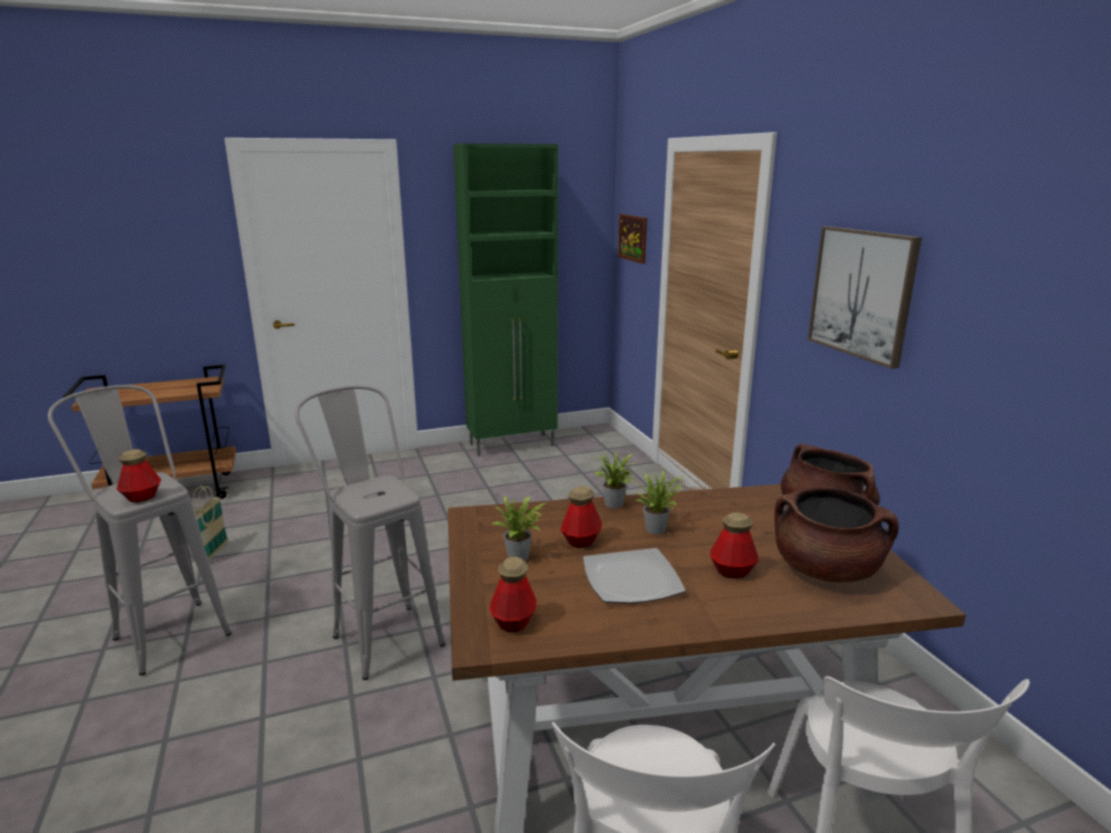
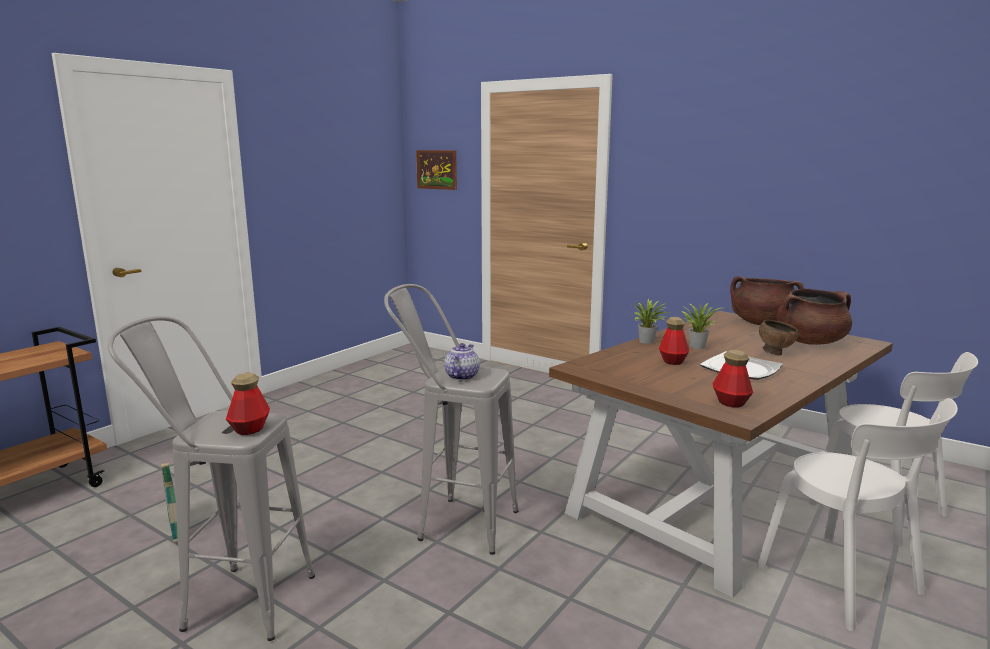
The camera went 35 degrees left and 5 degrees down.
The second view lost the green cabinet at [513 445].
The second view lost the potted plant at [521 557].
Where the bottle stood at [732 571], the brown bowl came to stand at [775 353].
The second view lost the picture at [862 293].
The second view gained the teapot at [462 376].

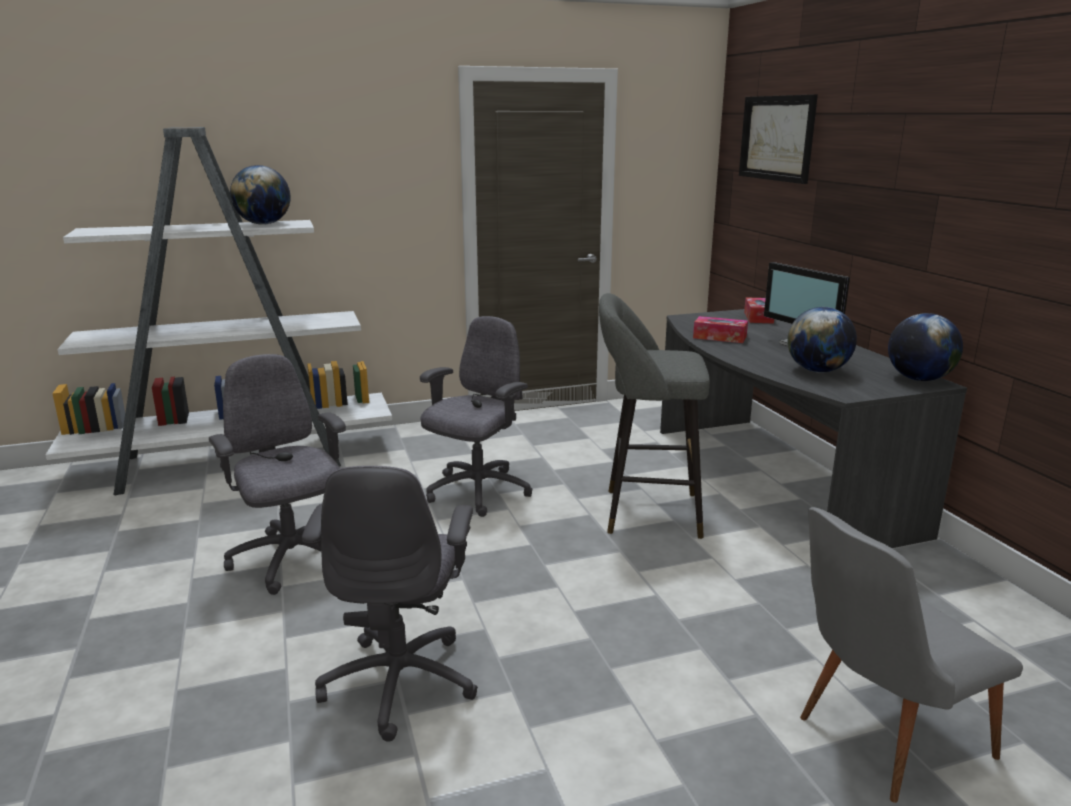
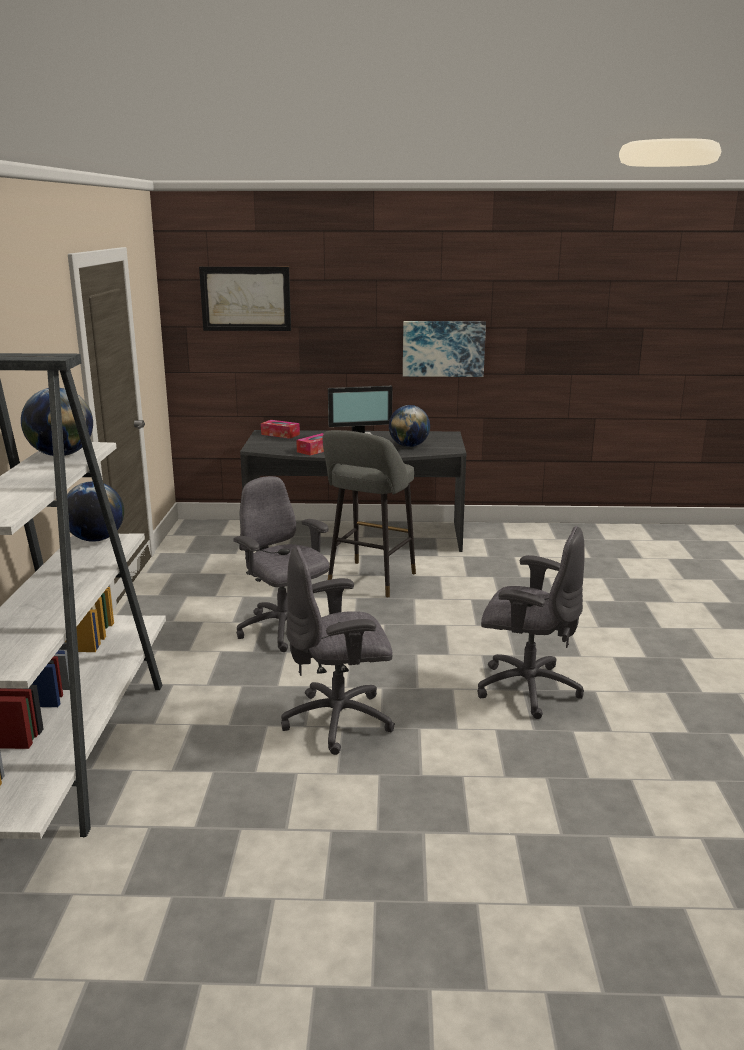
The camera went 70 degrees left and 0 degrees up.
The second view lost the grey chair at [878 739].
The globe ended up elsewhere, having gone from [919 379] to [96 539].
The second view gained the picture at [443 348].

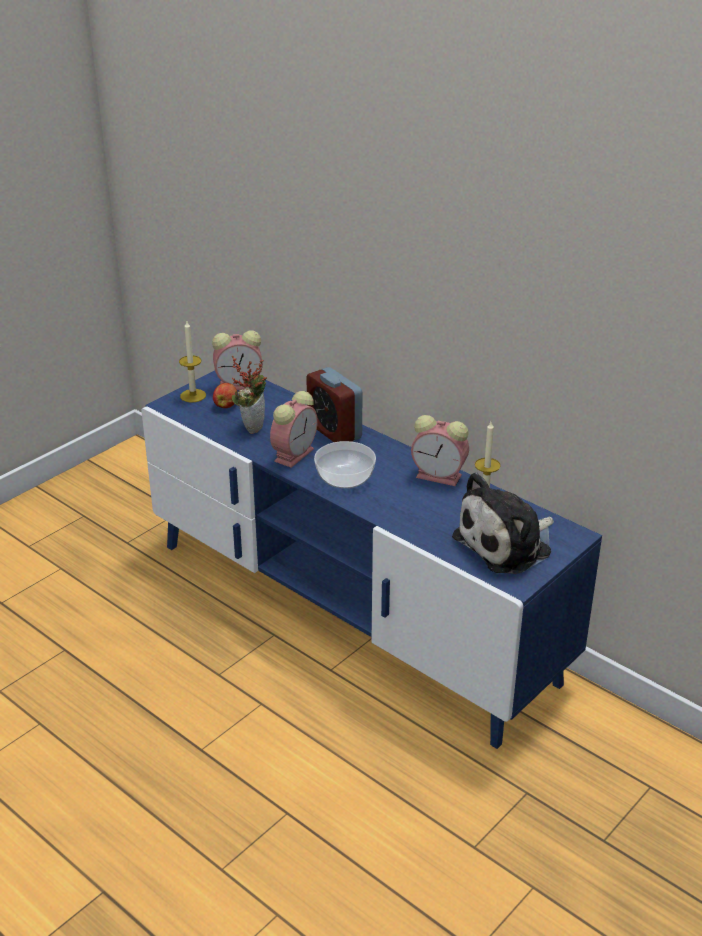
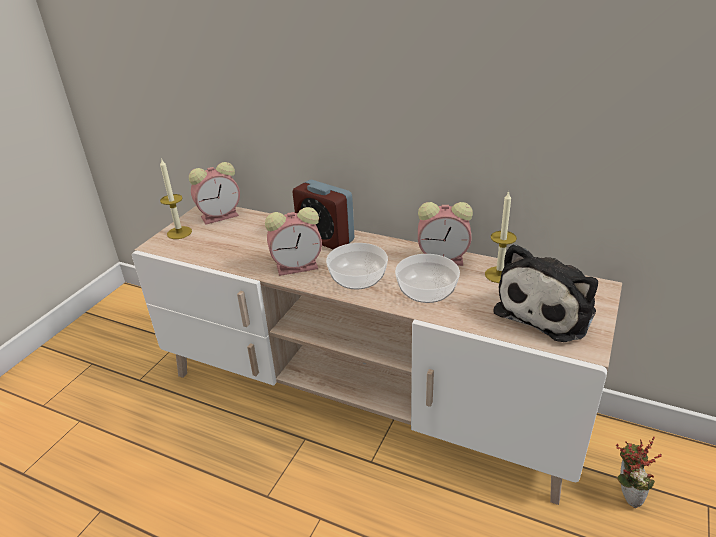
The camera went 15 degrees left and 0 degrees up.
What was the blue tv stand at [351 610] turned into the beige tv stand at [365 397].
The second view lost the apple at [226 405].
The potted plant ended up elsewhere, having gone from [252 426] to [625 494].
The alarm clock at [294 454] ended up facing another way, 60 degrees clockwise from before.
The second view gained the bowl at [426 292].

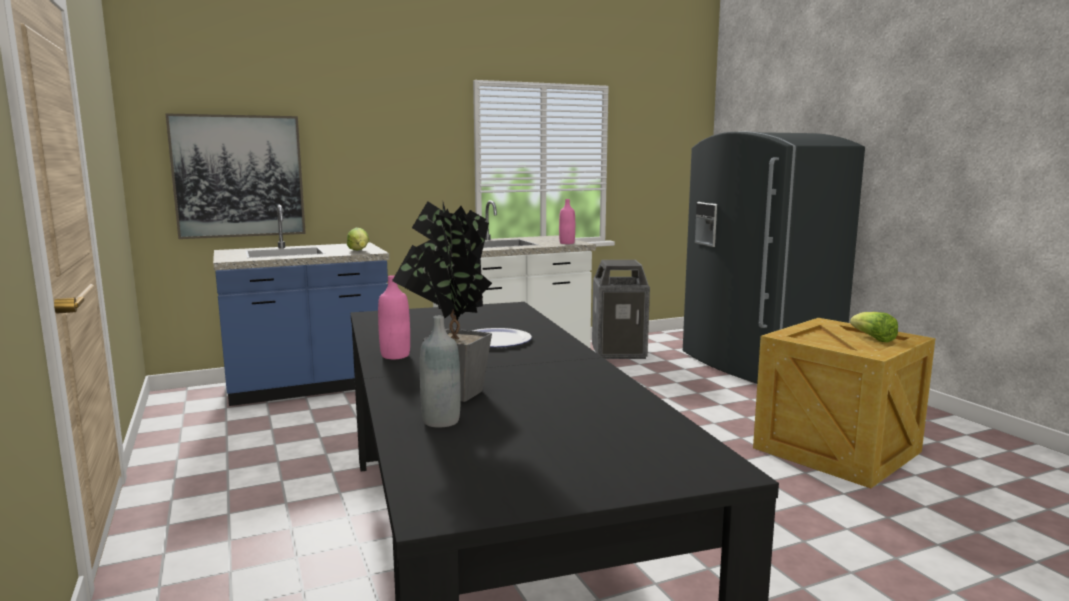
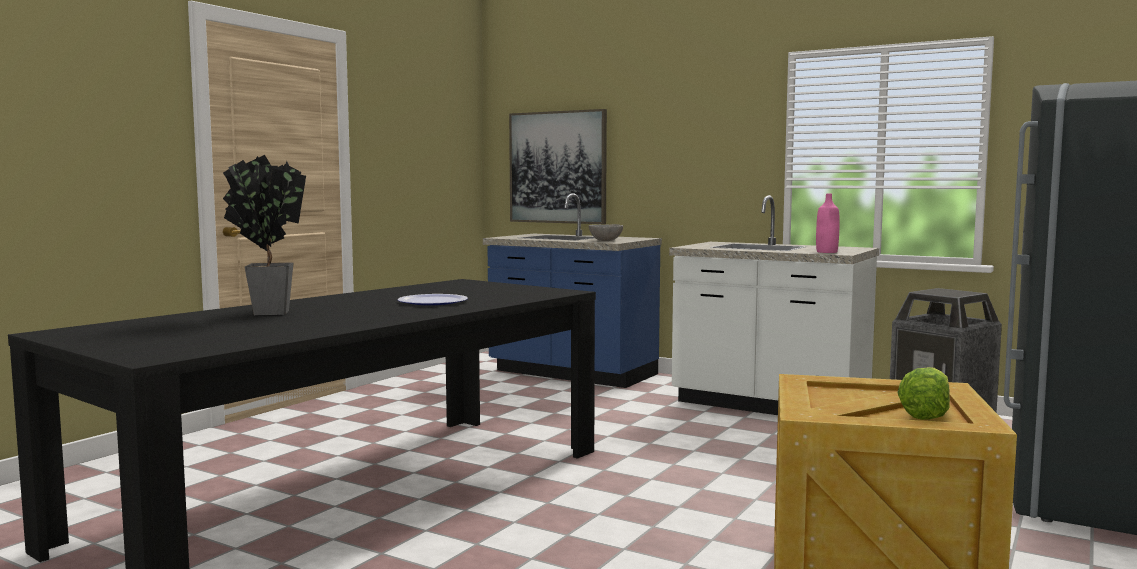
The camera went 55 degrees right and 5 degrees down.
Where the lettuce stood at [359 251], the grey bowl came to stand at [606 241].
The second view lost the pink bottle at [395 355].
The second view lost the grey bottle at [441 421].

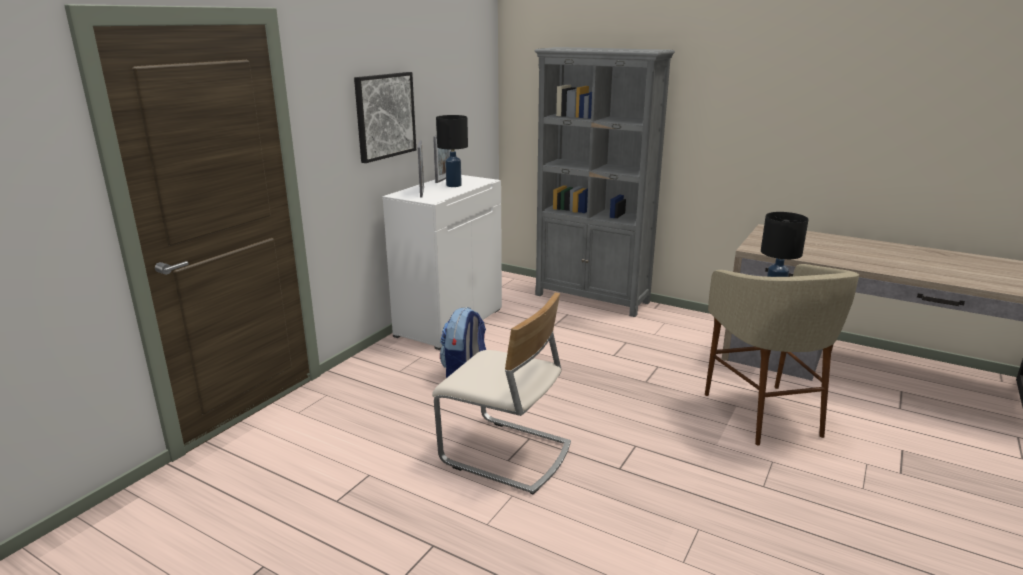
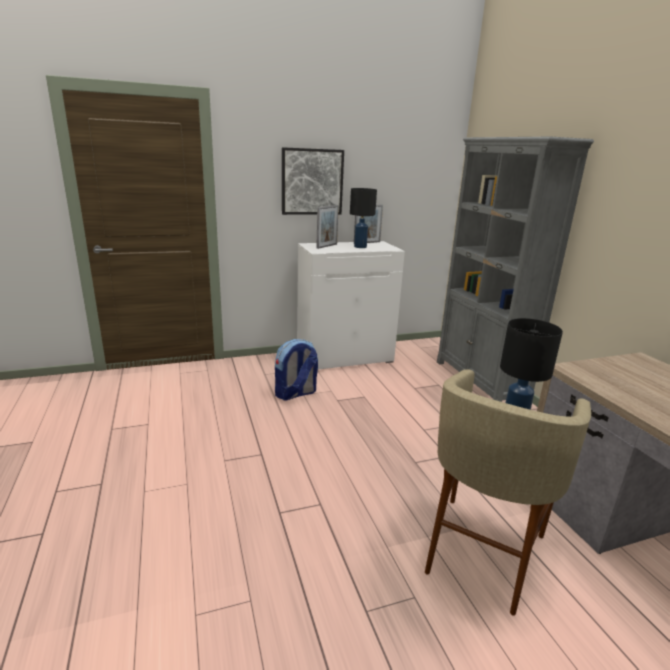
The camera went 40 degrees right and 0 degrees up.
The second view lost the beige chair at [505 454].

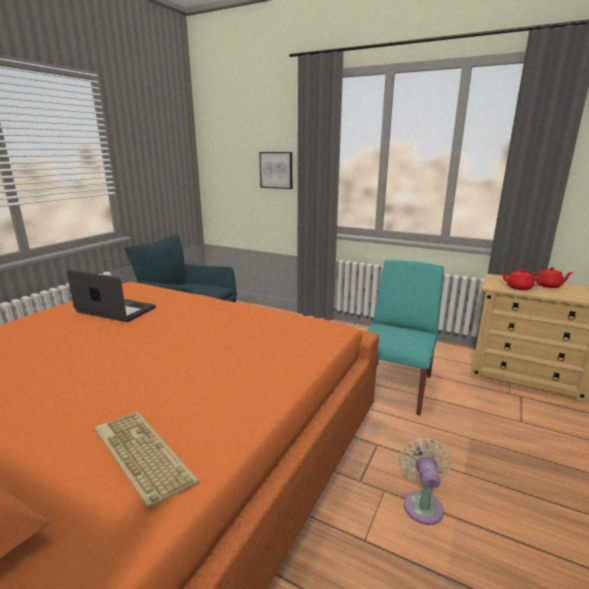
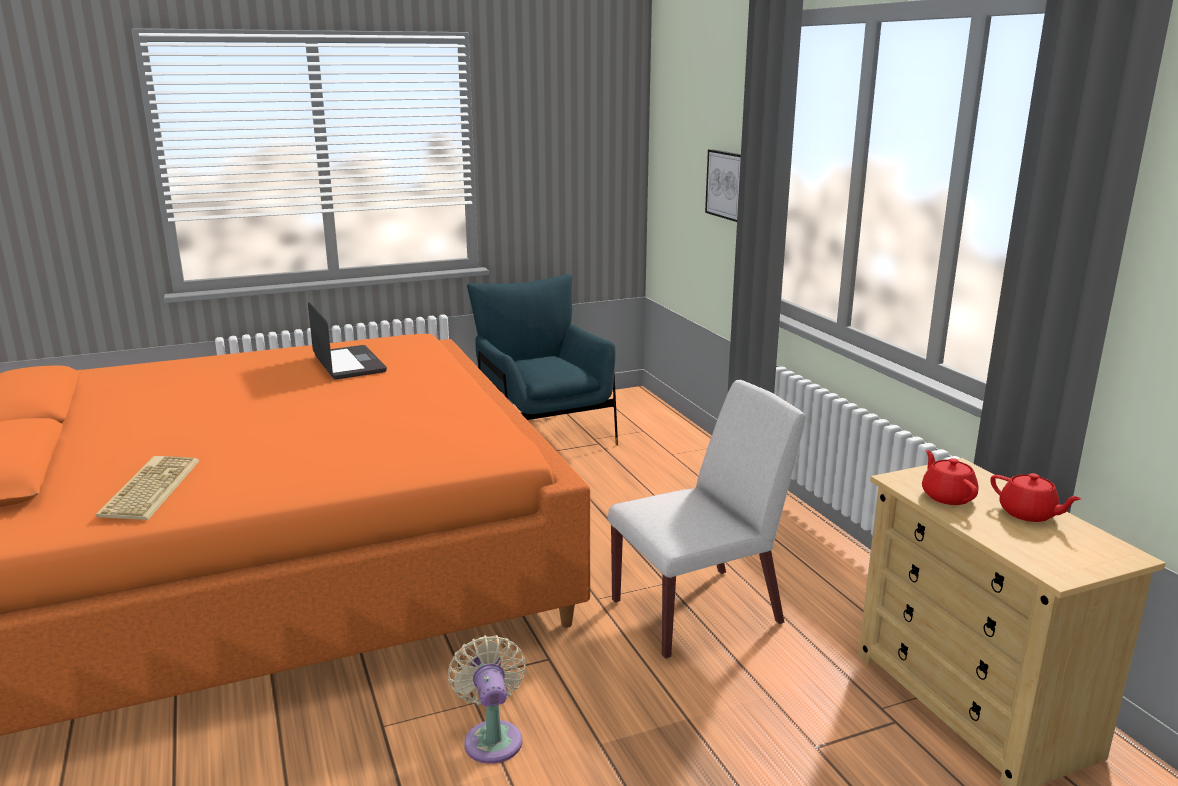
The camera went 40 degrees right and 0 degrees up.
What was the turquoise chair at [395 387] turned into the white chair at [698 611].
The beige fan at [422 504] ended up facing another way, 60 degrees counterclockwise from before.

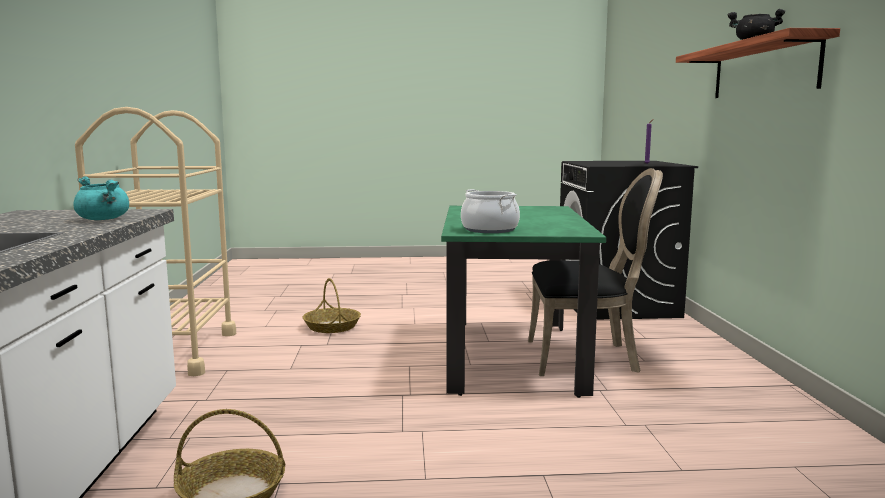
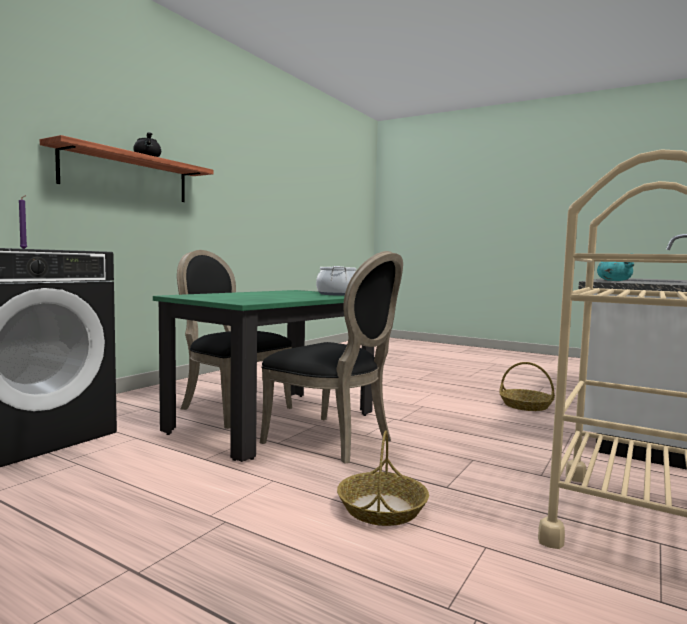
The camera went 145 degrees left and 5 degrees down.
The second view gained the black chair at [334 441].

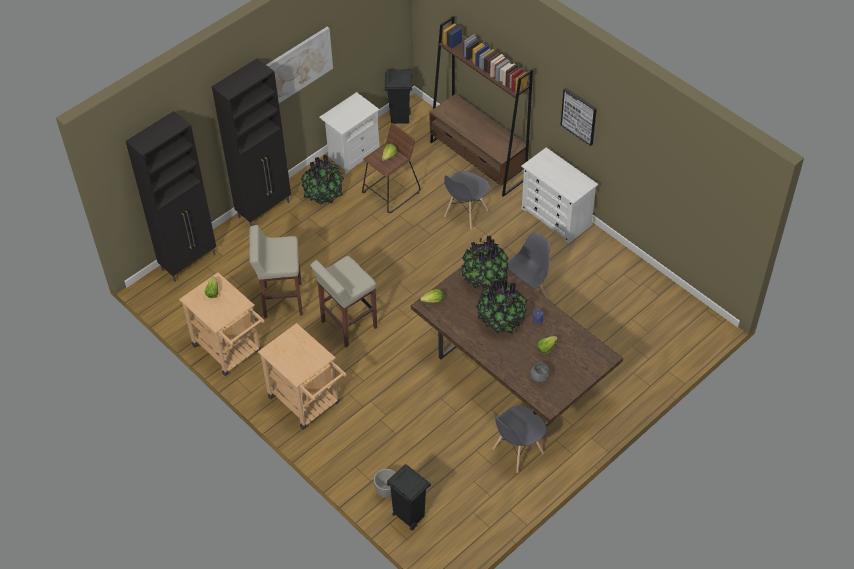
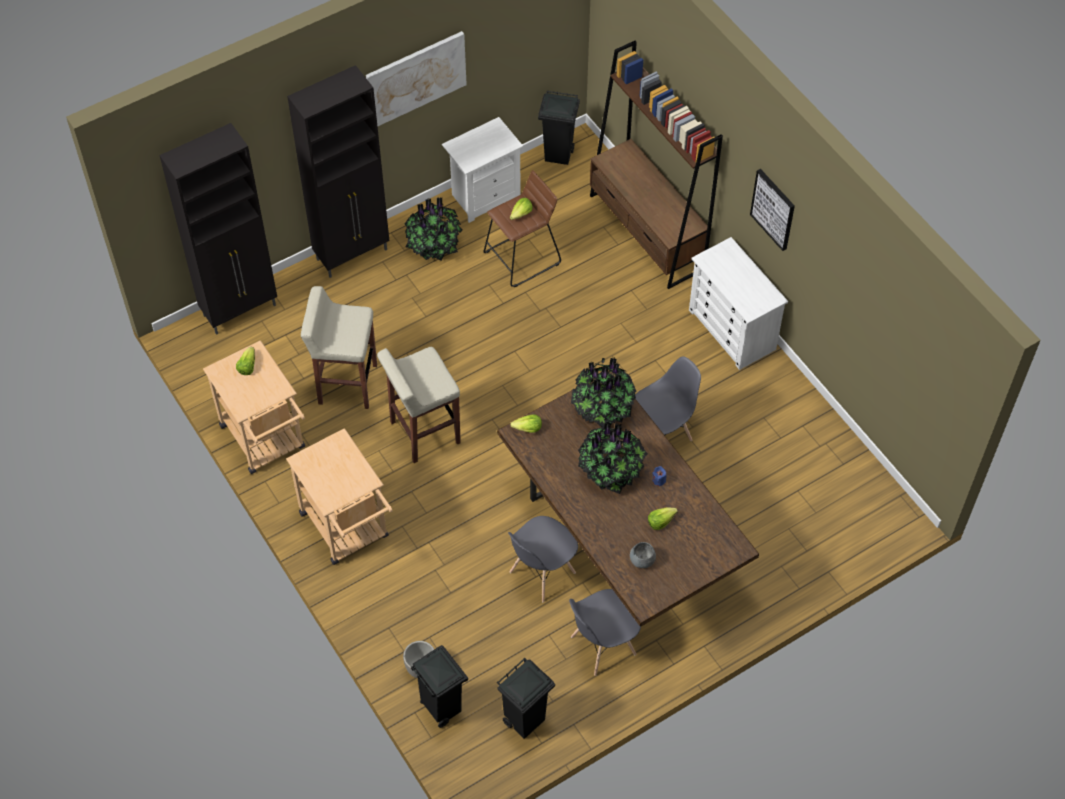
The camera went 10 degrees right and 5 degrees up.
The grey chair ended up elsewhere, having gone from [465 213] to [542 573].
The second view gained the black trash can at [525 720].

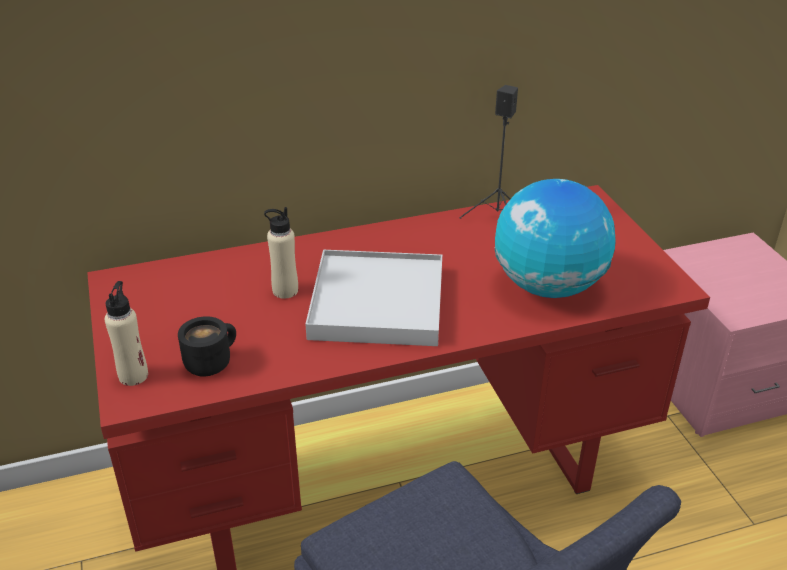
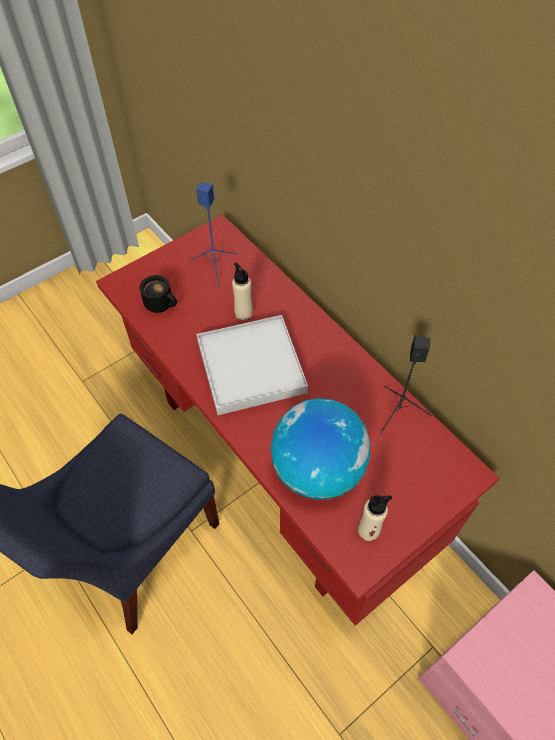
The camera went 70 degrees right and 20 degrees up.
The beige bottle ended up elsewhere, having gone from [133 375] to [368 530].
The second view gained the blue speaker at [215 266].

